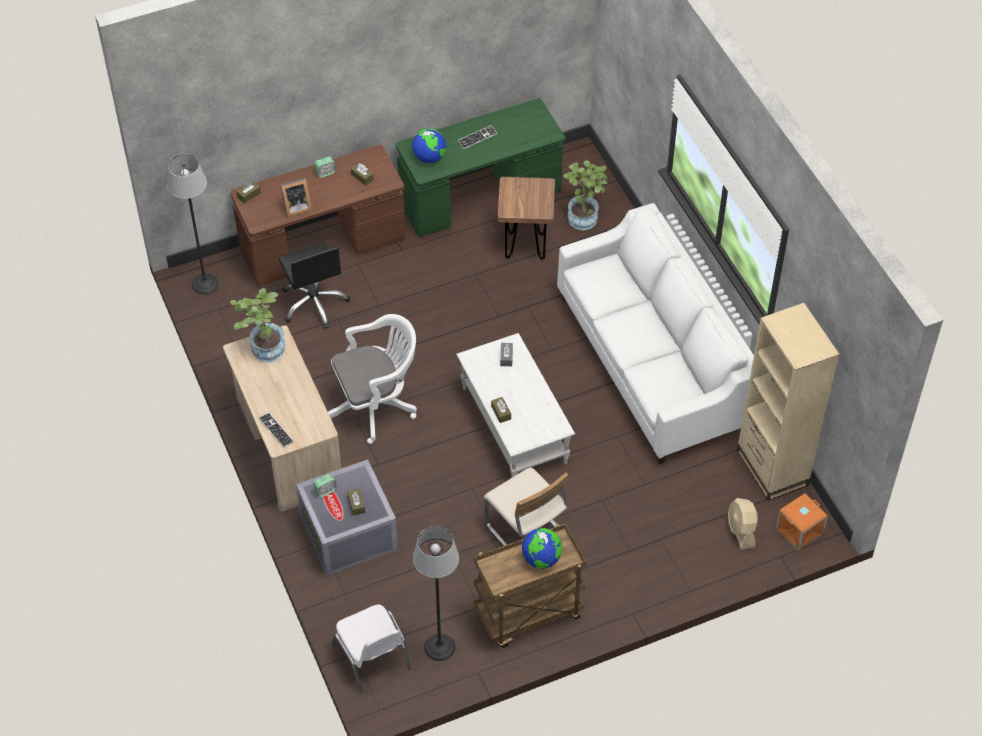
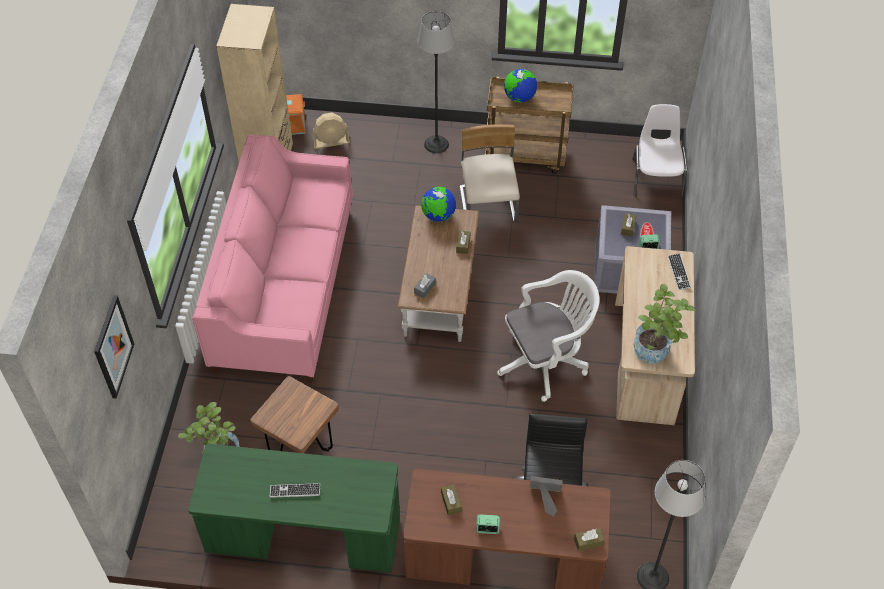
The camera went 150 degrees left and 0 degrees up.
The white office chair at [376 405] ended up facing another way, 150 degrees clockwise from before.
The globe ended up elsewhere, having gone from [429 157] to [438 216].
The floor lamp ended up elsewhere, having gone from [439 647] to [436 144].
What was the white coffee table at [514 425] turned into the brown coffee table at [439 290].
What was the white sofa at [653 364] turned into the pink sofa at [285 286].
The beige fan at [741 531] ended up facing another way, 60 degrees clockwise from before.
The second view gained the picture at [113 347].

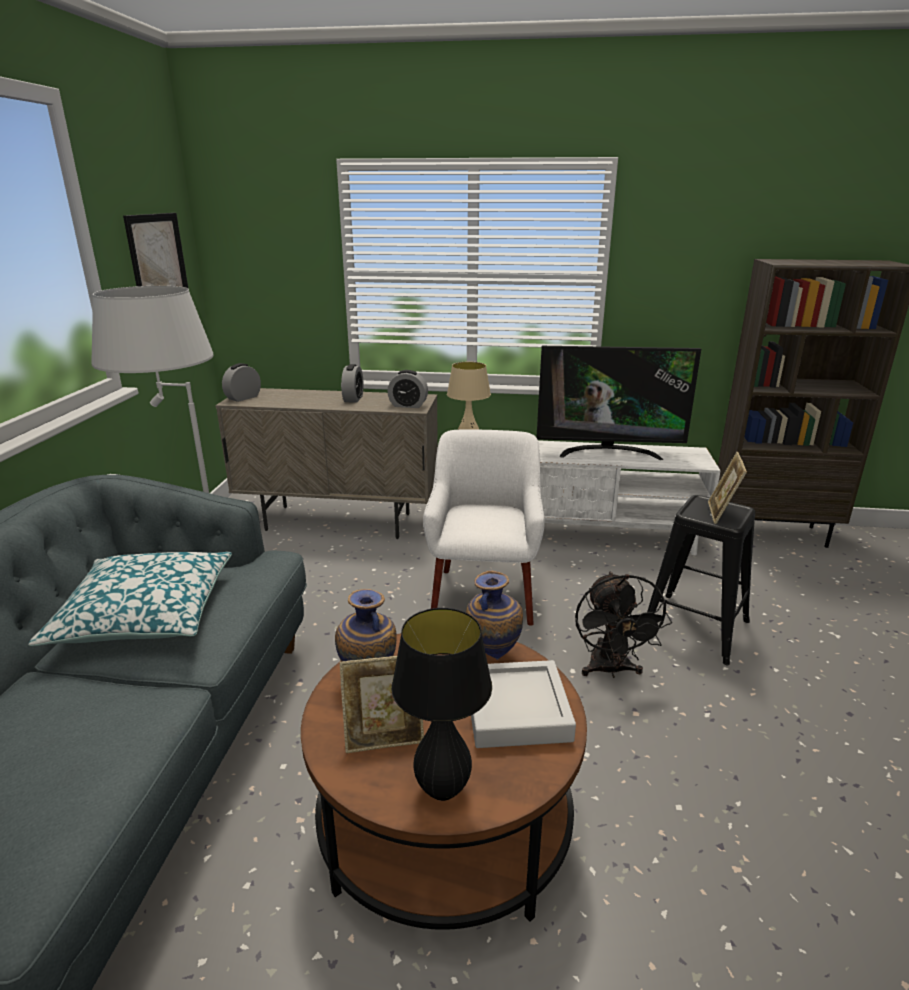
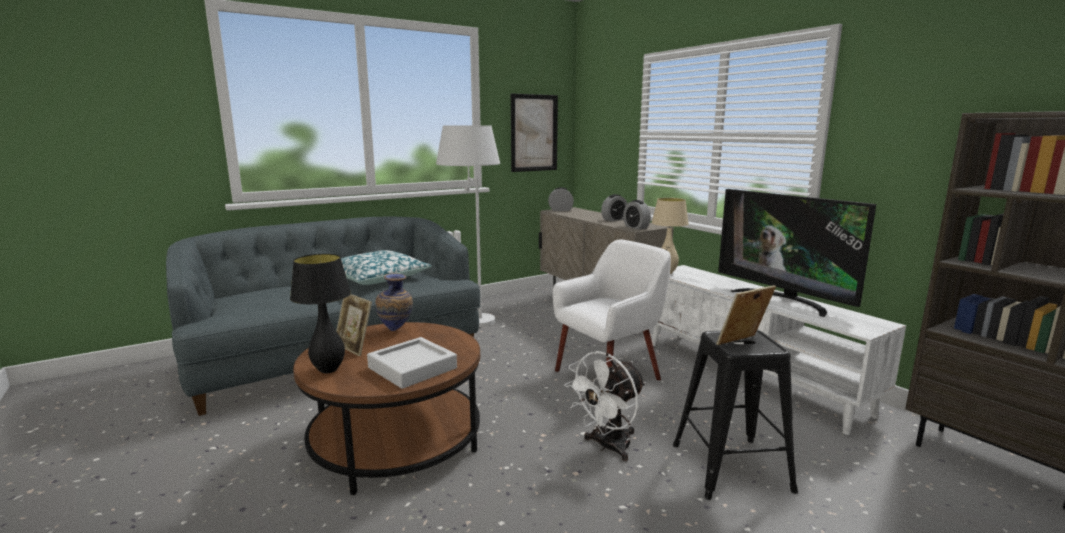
The camera went 50 degrees right and 10 degrees down.
The second view lost the vase at [492 655].
What was the black fan at [610 670] turned into the white fan at [607 447].

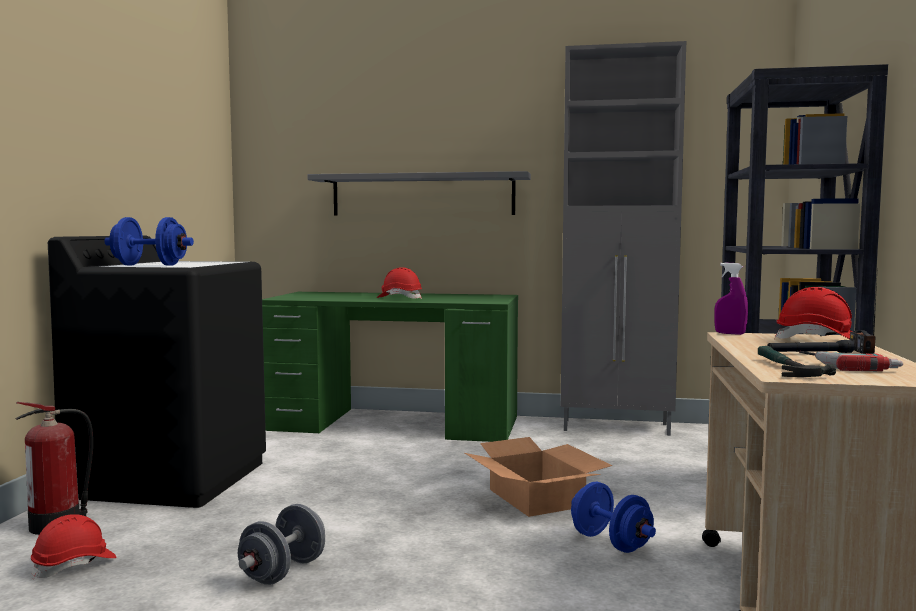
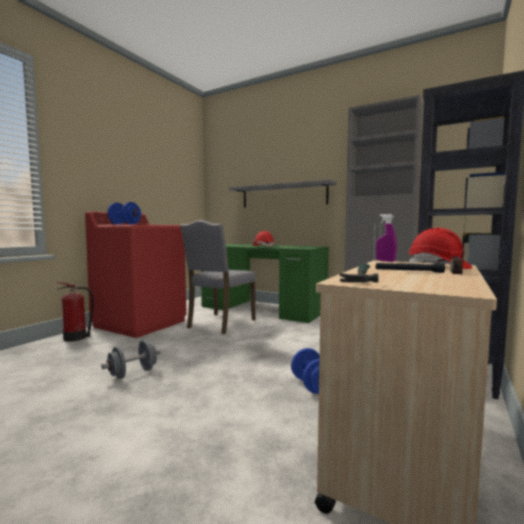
The camera went 20 degrees right and 0 degrees up.
The second view lost the red hard hat at [74 565].
What was the black washing machine at [171 479] turned into the red washing machine at [141 323].
The second view lost the cardboard box at [536 498].
The second view lost the power drill at [849 365].
The second view gained the grey chair at [220 324].

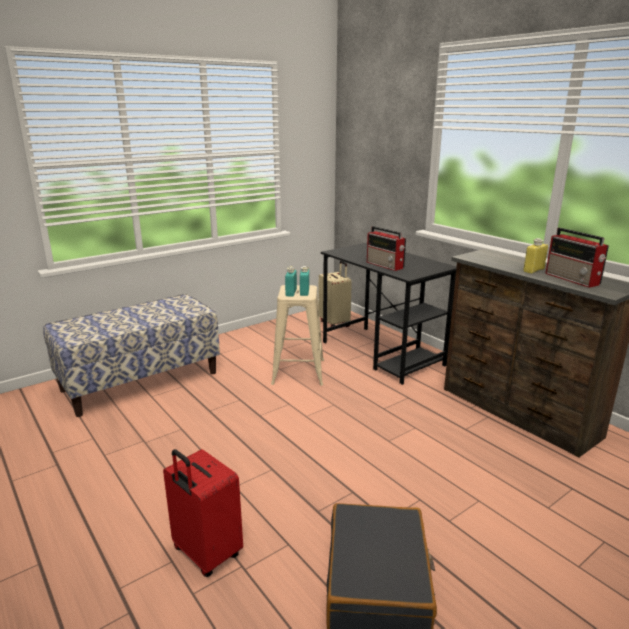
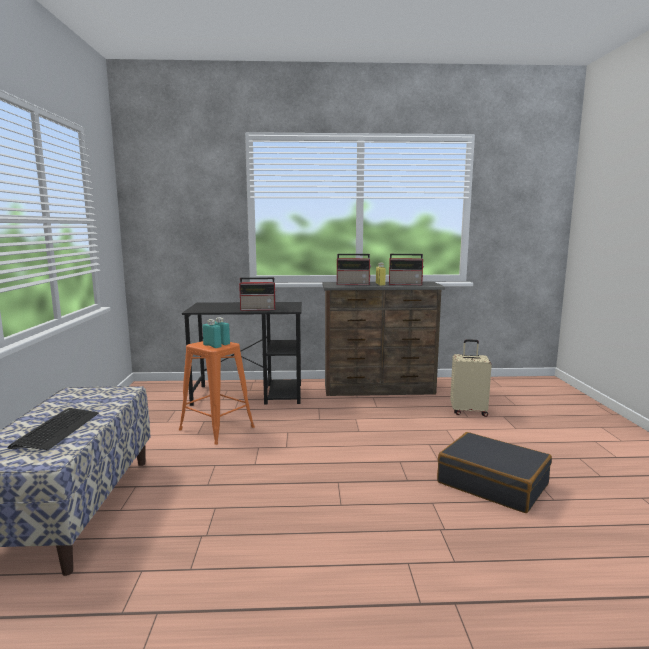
The camera went 55 degrees left and 10 degrees down.
The second view lost the red suitcase at [205 554].
What was the beige stool at [298 371] turned into the orange stool at [216 428].
The beige suitcase ended up elsewhere, having gone from [335 323] to [468 411].
The second view gained the keyboard at [57 430].
The second view gained the radio at [354 284].

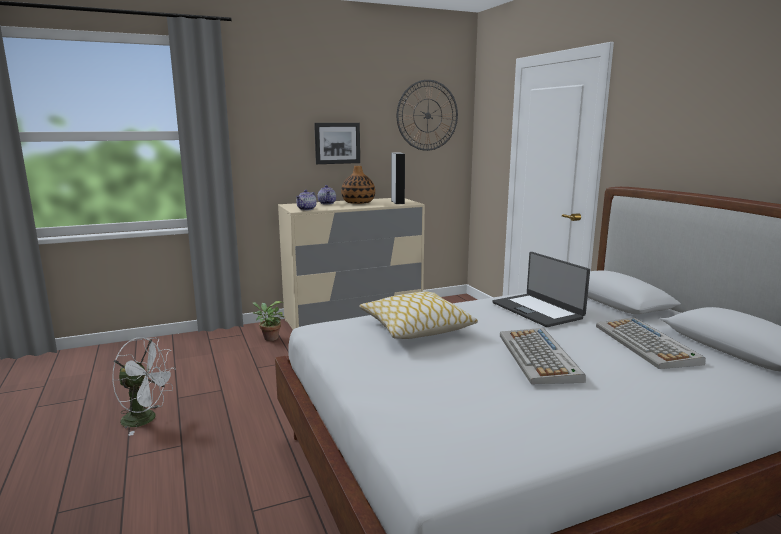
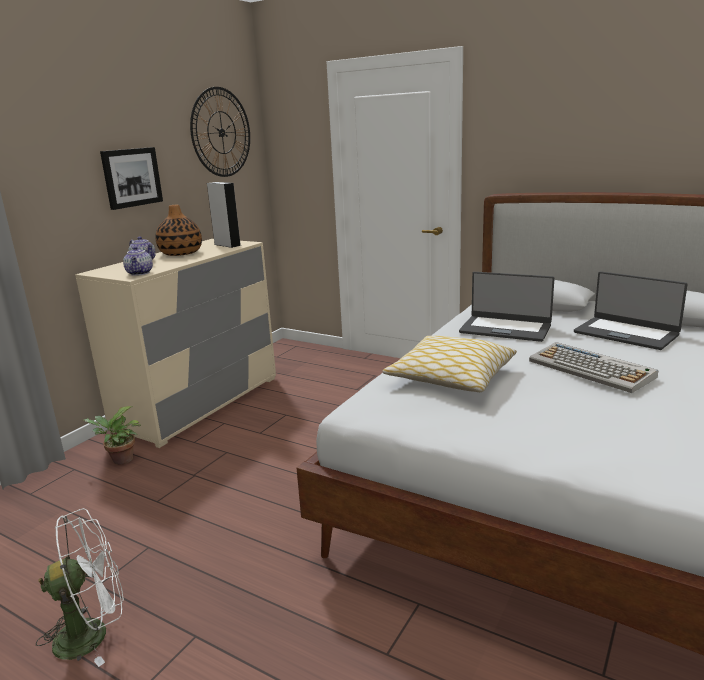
The camera went 35 degrees left and 5 degrees up.
Where the keyboard stood at [647 344], the laptop came to stand at [626 333].

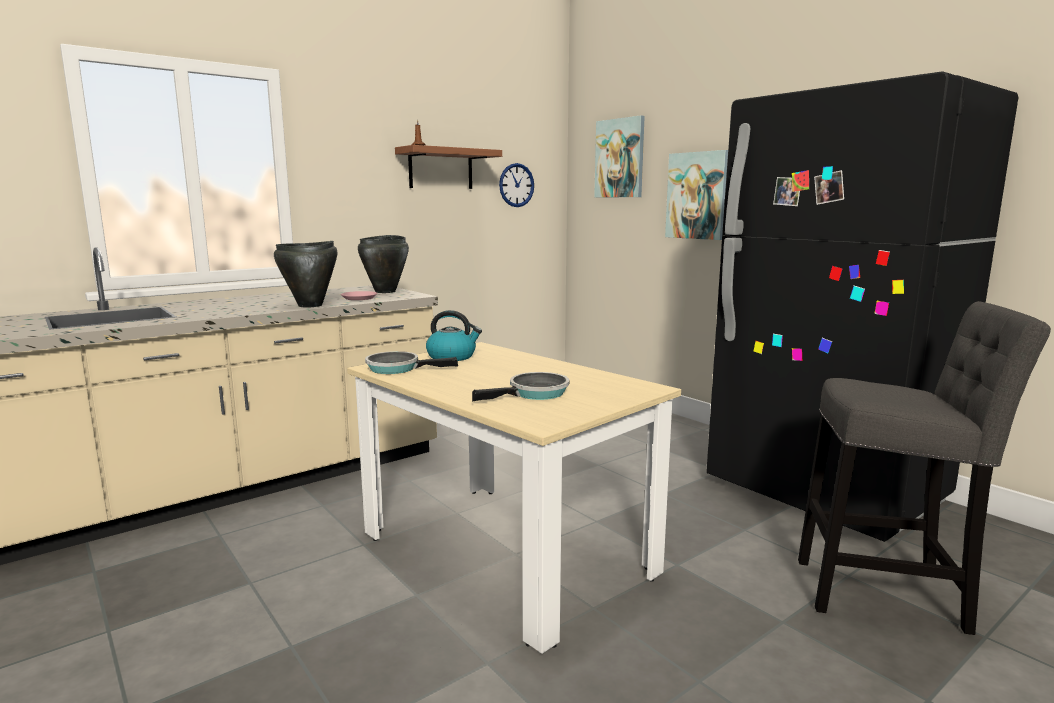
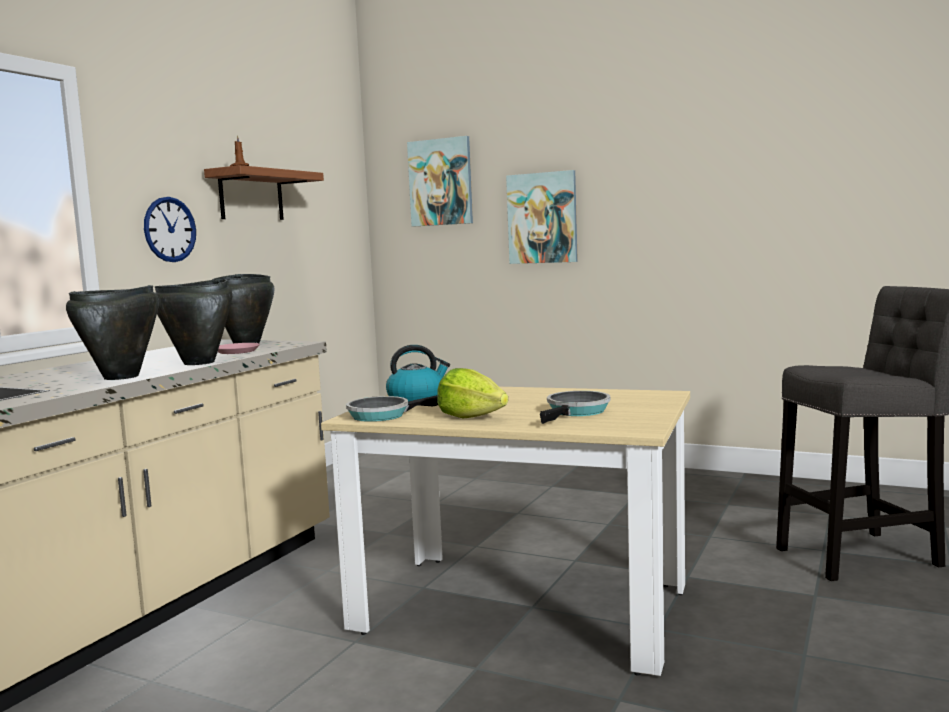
The camera went 25 degrees left and 5 degrees down.
The wall clock ended up elsewhere, having gone from [516 185] to [170 229].
The second view lost the black fridge at [825 492].
The second view gained the black cooking pot at [121 377].
The second view gained the lettuce at [471 416].

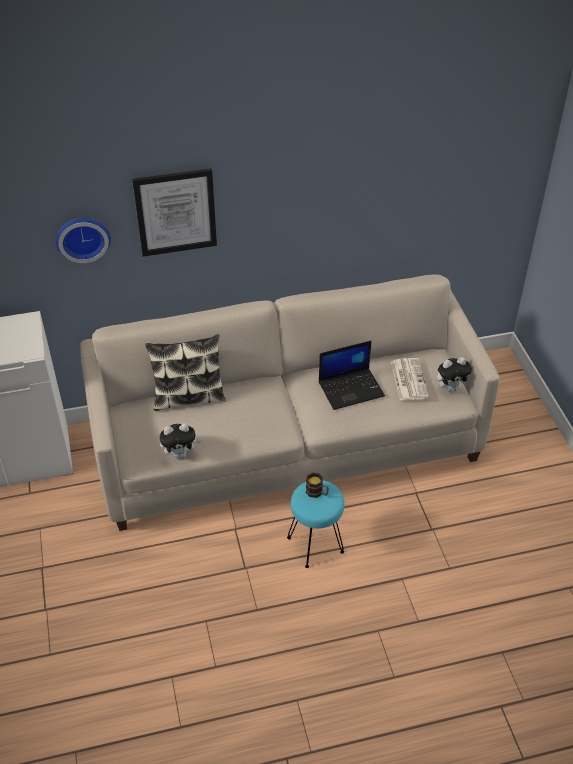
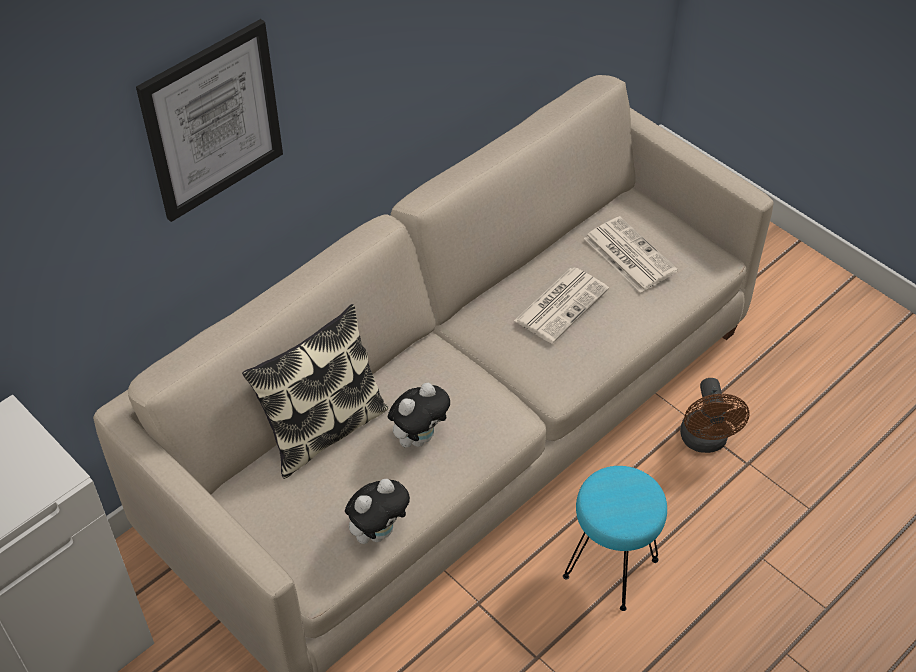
The camera went 30 degrees left and 5 degrees up.
The second view lost the wall clock at [82 237].
The second view lost the mug at [317 492].
Where the laptop stood at [351 388], the newspaper came to stand at [561 304].
The plush toy ended up elsewhere, having gone from [451 388] to [419 437].
The second view gained the brown fan at [705 441].

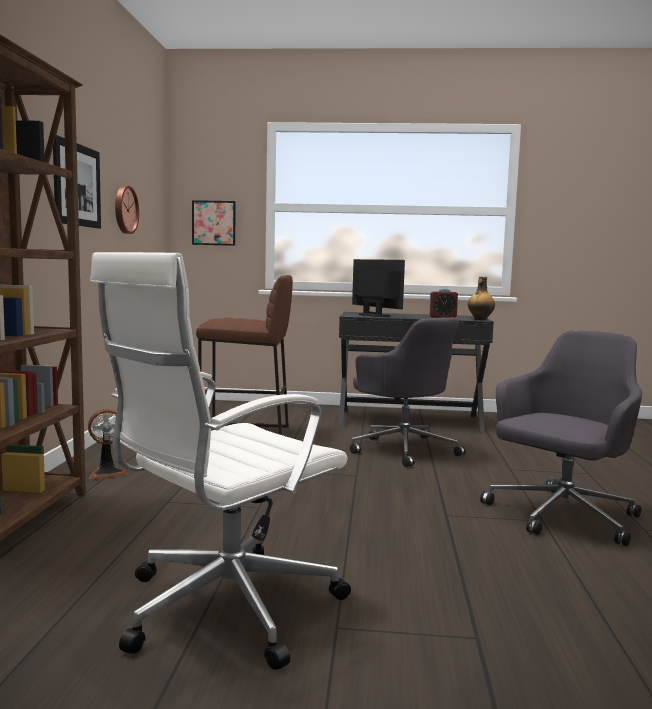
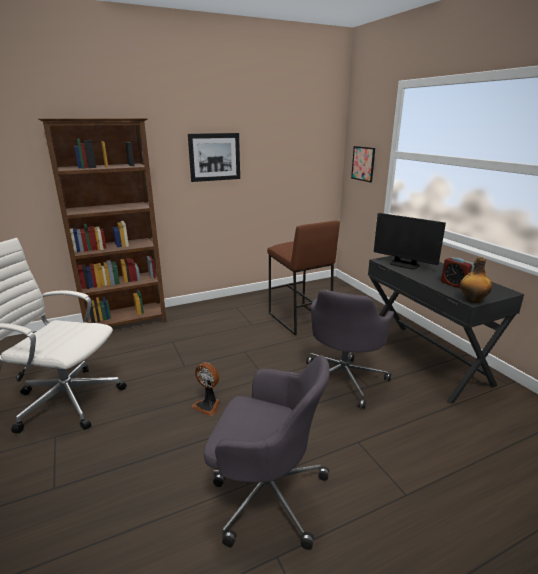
The camera went 60 degrees right and 15 degrees up.
The fan ended up elsewhere, having gone from [107 473] to [208 405].
The second view lost the wall clock at [124 209].
The monitor at [374 315] ended up facing another way, 105 degrees clockwise from before.

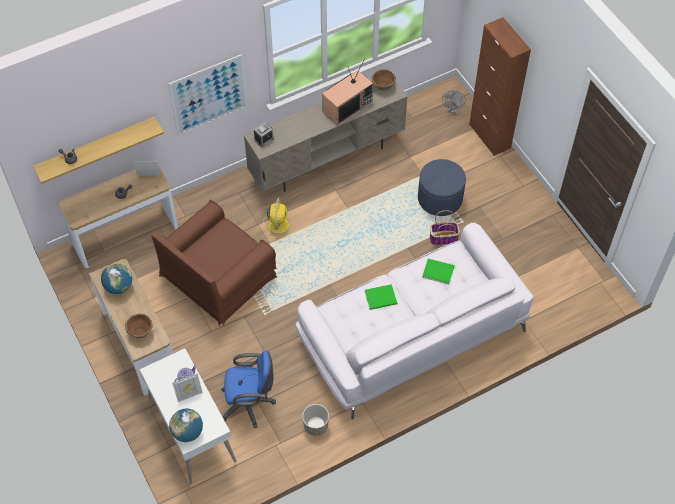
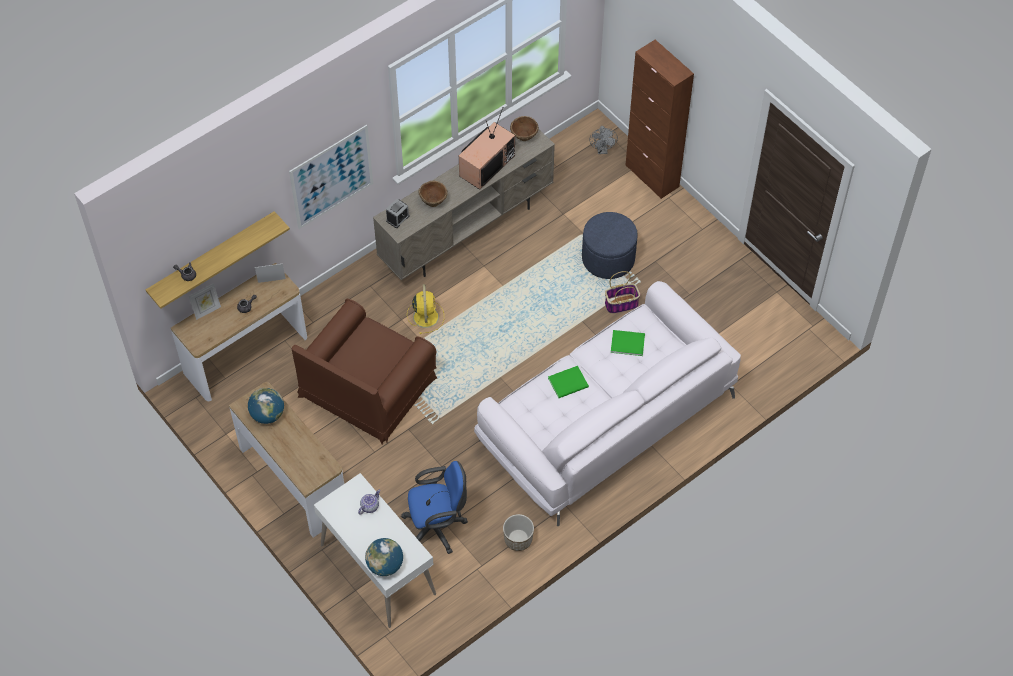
The camera went 10 degrees left and 0 degrees up.
The brown bowl ended up elsewhere, having gone from [140 331] to [433 201].
The picture frame ended up elsewhere, having gone from [189 395] to [207 311].

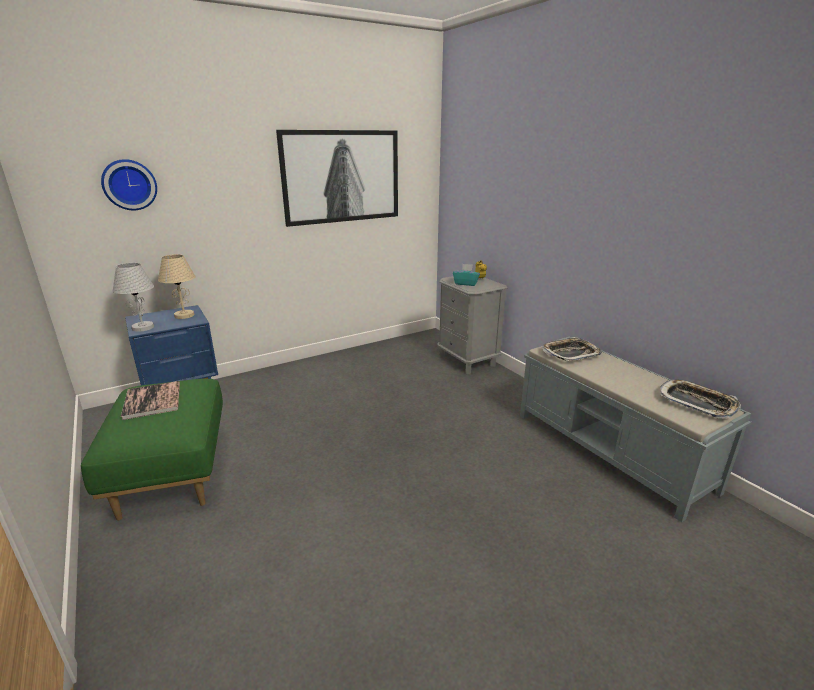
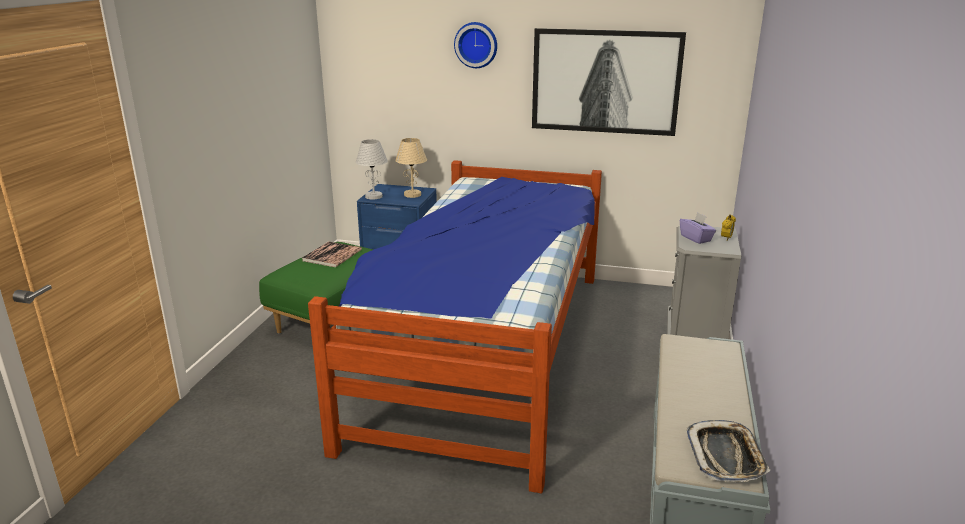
The camera went 45 degrees right and 0 degrees up.
The wall clock ended up elsewhere, having gone from [129 185] to [476 44].
What was the turquoise tissue box at [466 283] turned into the purple tissue box at [696 238].
The second view lost the tray at [570 353].
The second view gained the bed at [485 350].

